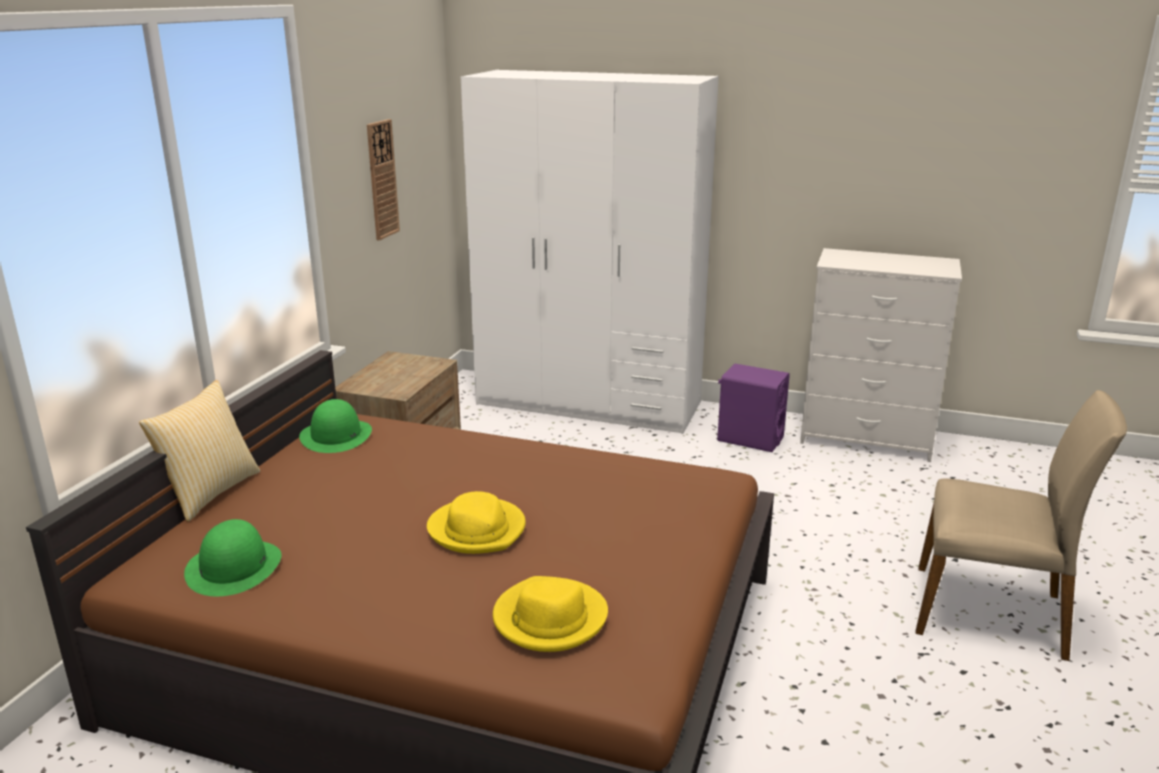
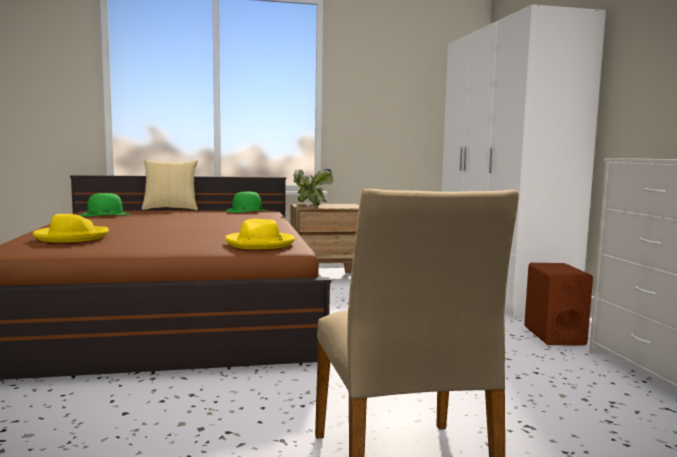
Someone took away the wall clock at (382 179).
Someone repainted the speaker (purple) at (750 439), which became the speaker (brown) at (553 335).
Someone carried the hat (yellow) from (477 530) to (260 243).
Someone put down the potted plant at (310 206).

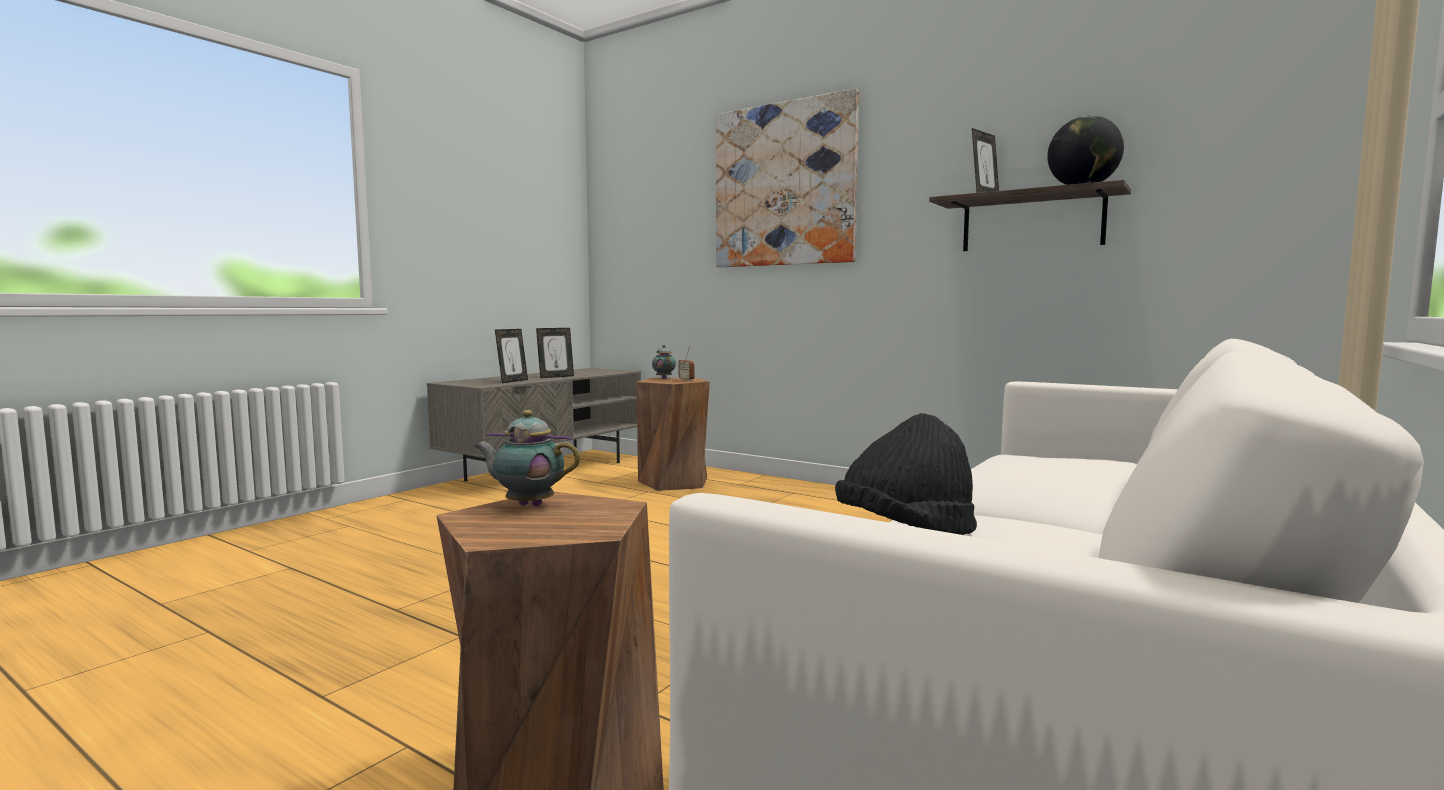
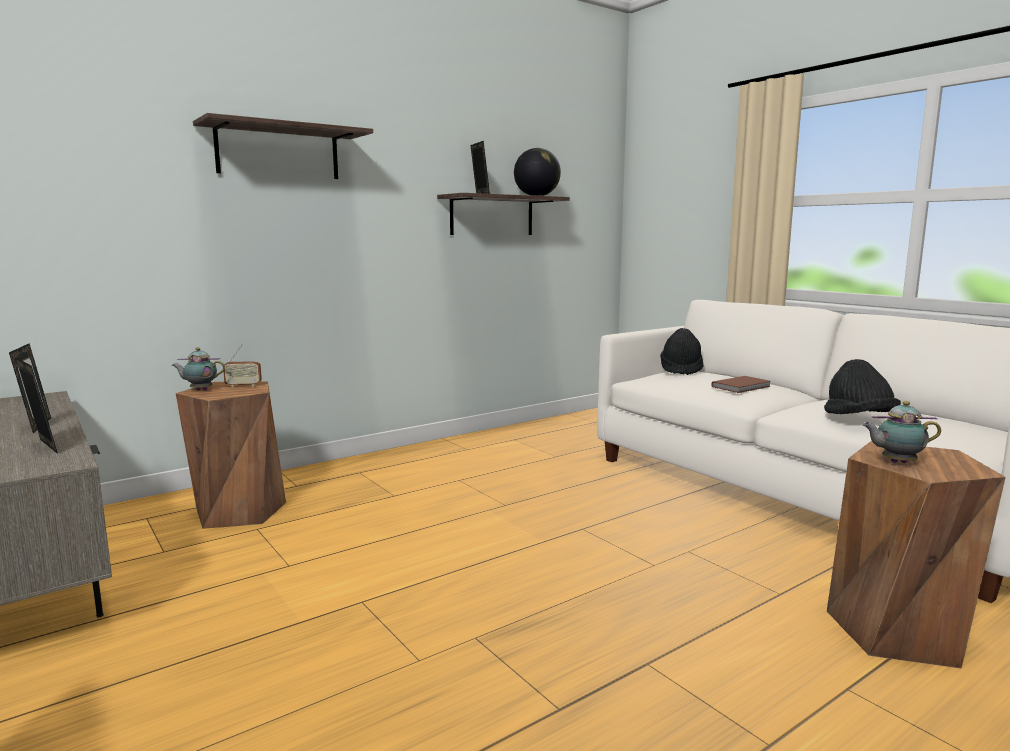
Someone swapped the picture at (784 185) for the shelf at (278 152).
Someone rotated the teapot at (527 505) by 60 degrees clockwise.
Someone put down the hat (black) at (681 370).
Someone put down the book (brown) at (742 387).

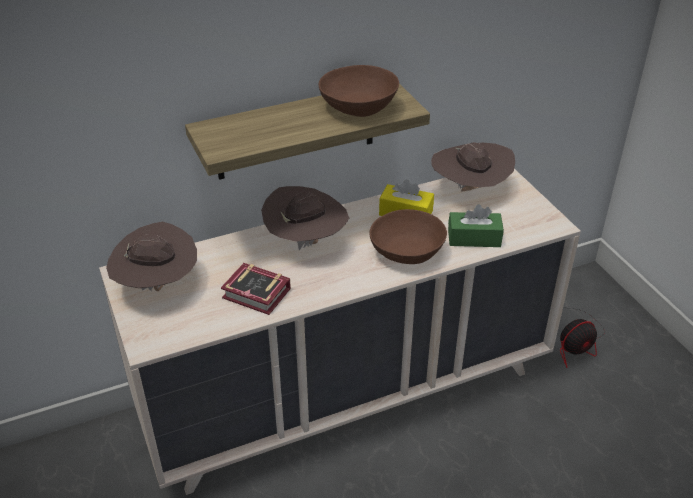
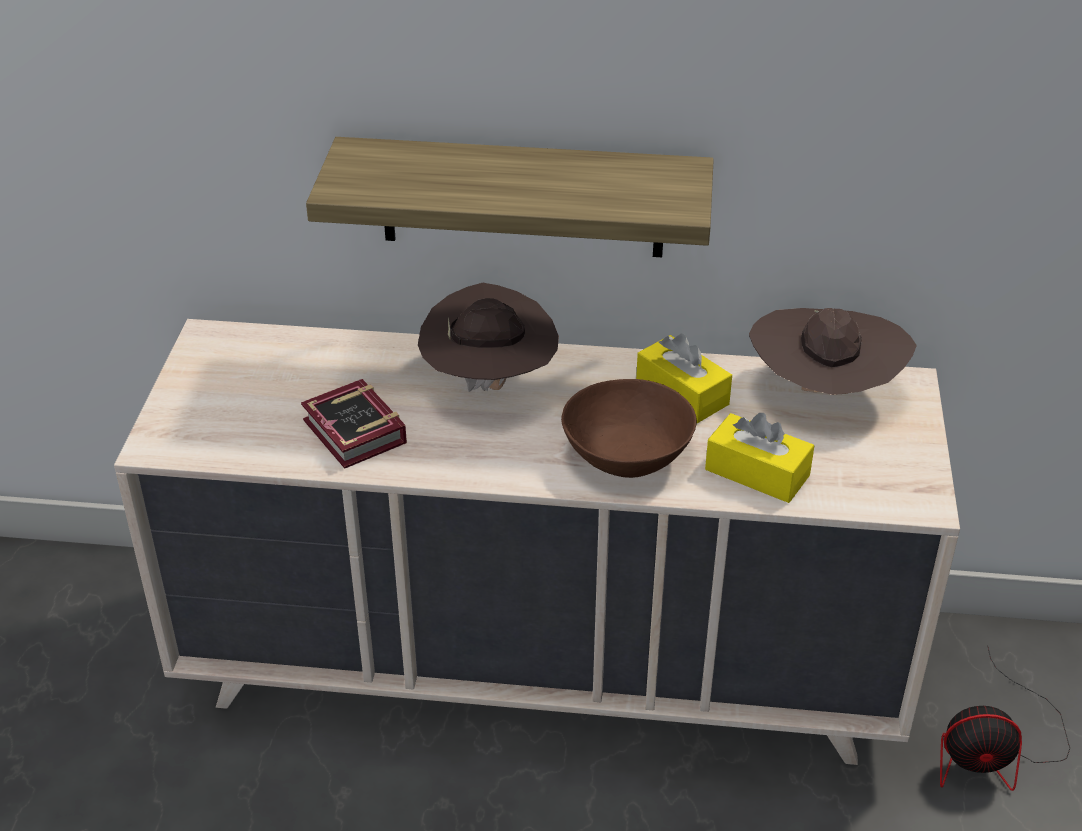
Someone took away the bowl (brown) at (359 107).
Someone repainted the tissue box (green) at (474 238), which became the tissue box (yellow) at (757 472).
Someone took away the hat (brown) at (158 285).

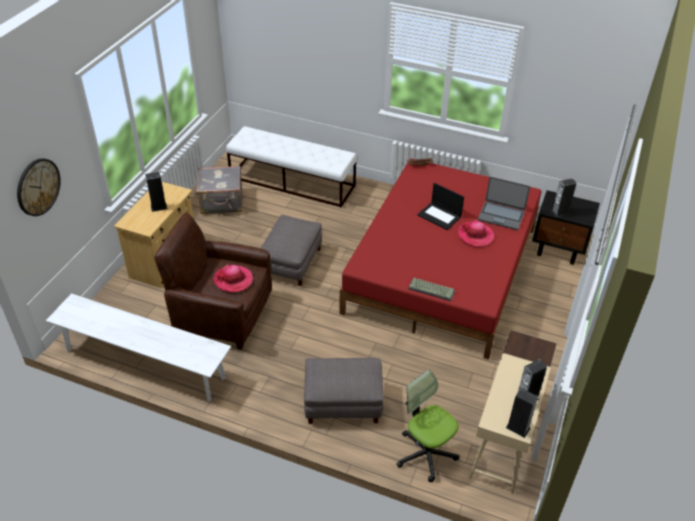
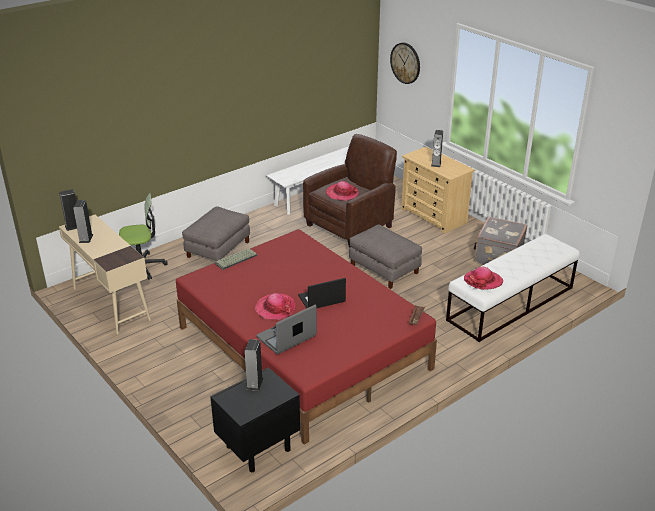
Someone put down the hat at (483 281).

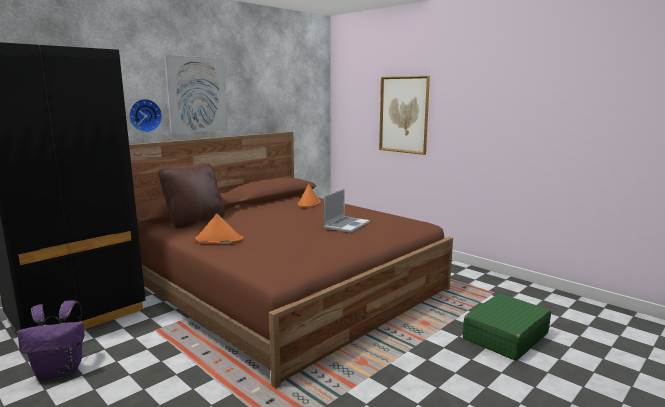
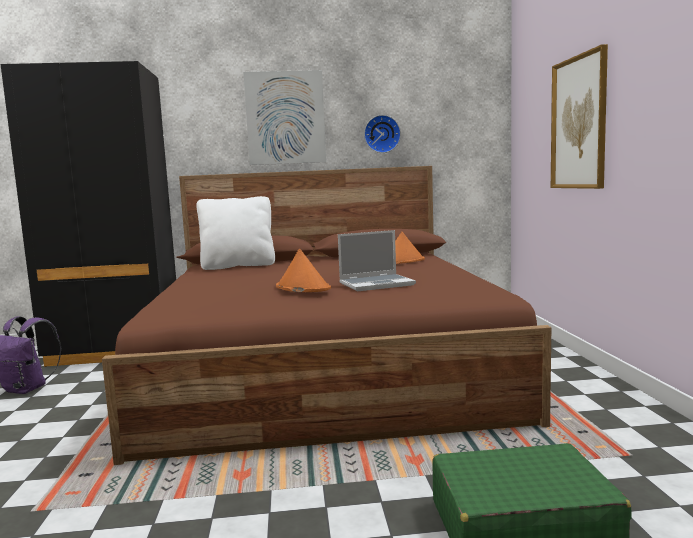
Someone carried the wall clock from (144 115) to (381 134).
Someone repainted the pillow (brown) at (195 221), which became the pillow (white) at (238 266).
Someone carried the hat (orange) from (219 240) to (302 288).

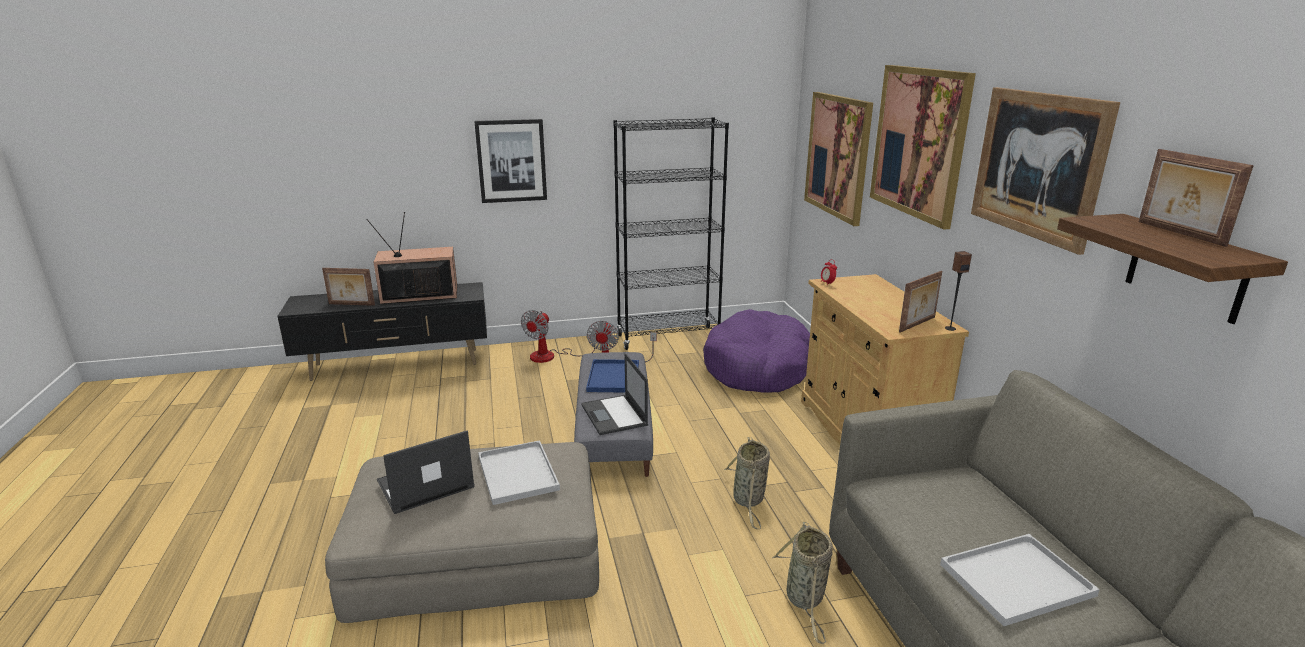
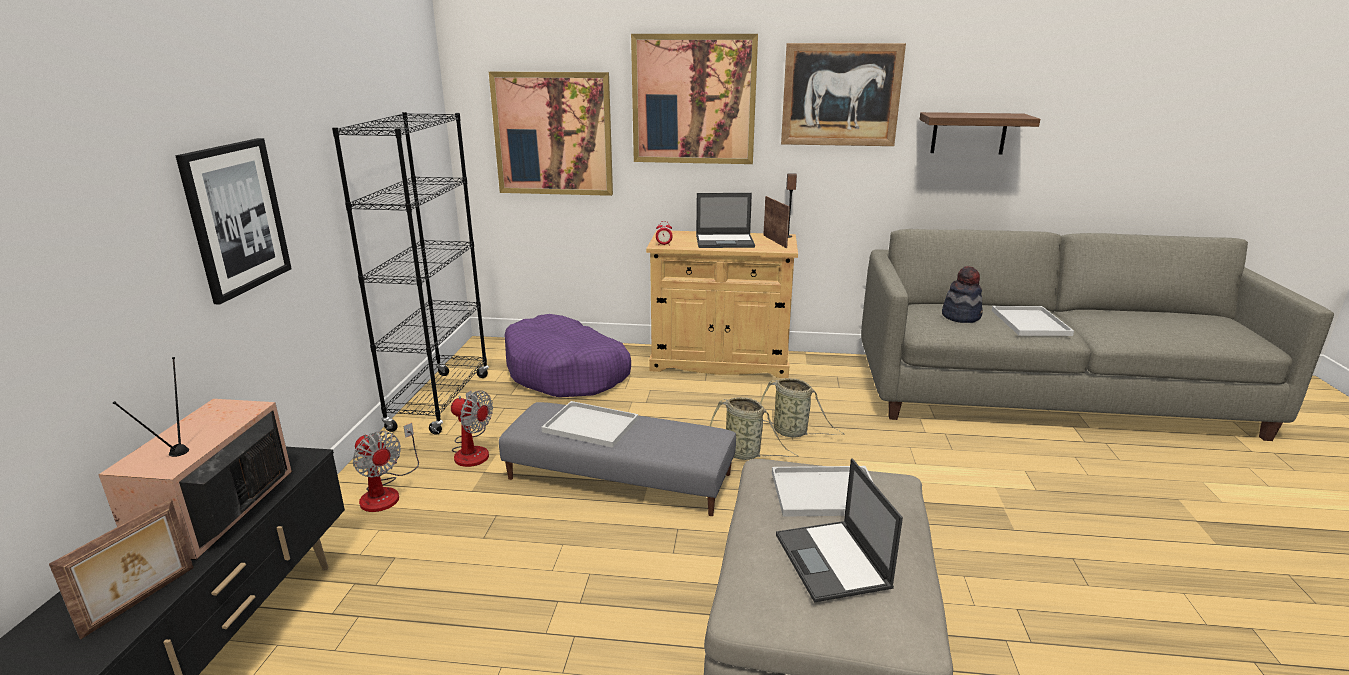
Someone took away the picture frame at (1178 233).
Someone carried the laptop from (614 415) to (725 241).
Someone repainted the tray (blue) at (614 378), which became the tray (white) at (592 425).
Someone carried the basket from (805 599) to (745 454).
Someone put down the hat at (961 316).

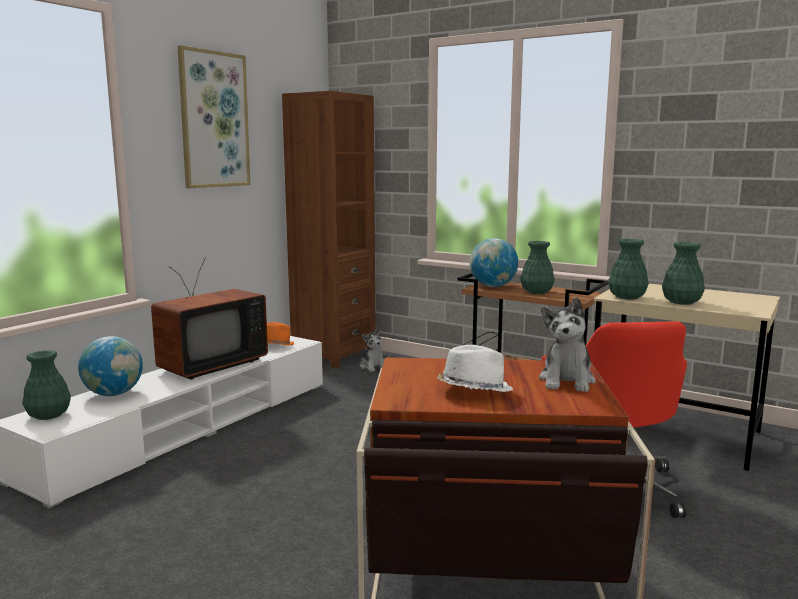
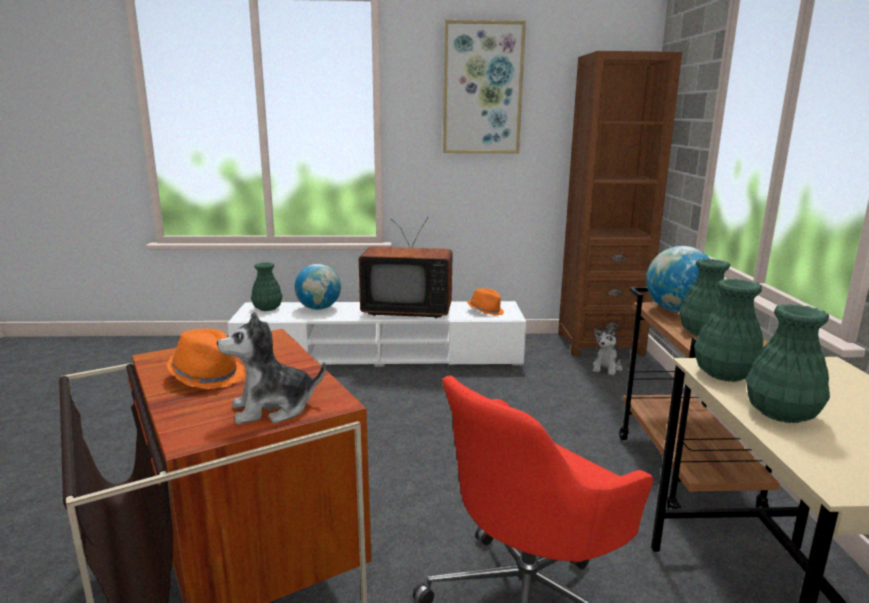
Someone repainted the hat (white) at (473 390), which became the hat (orange) at (207 376).

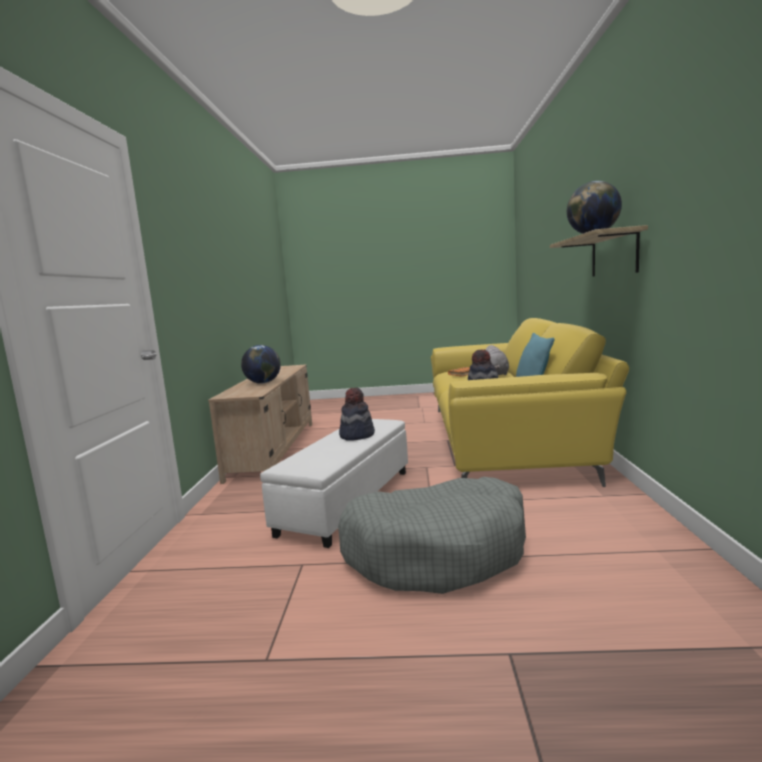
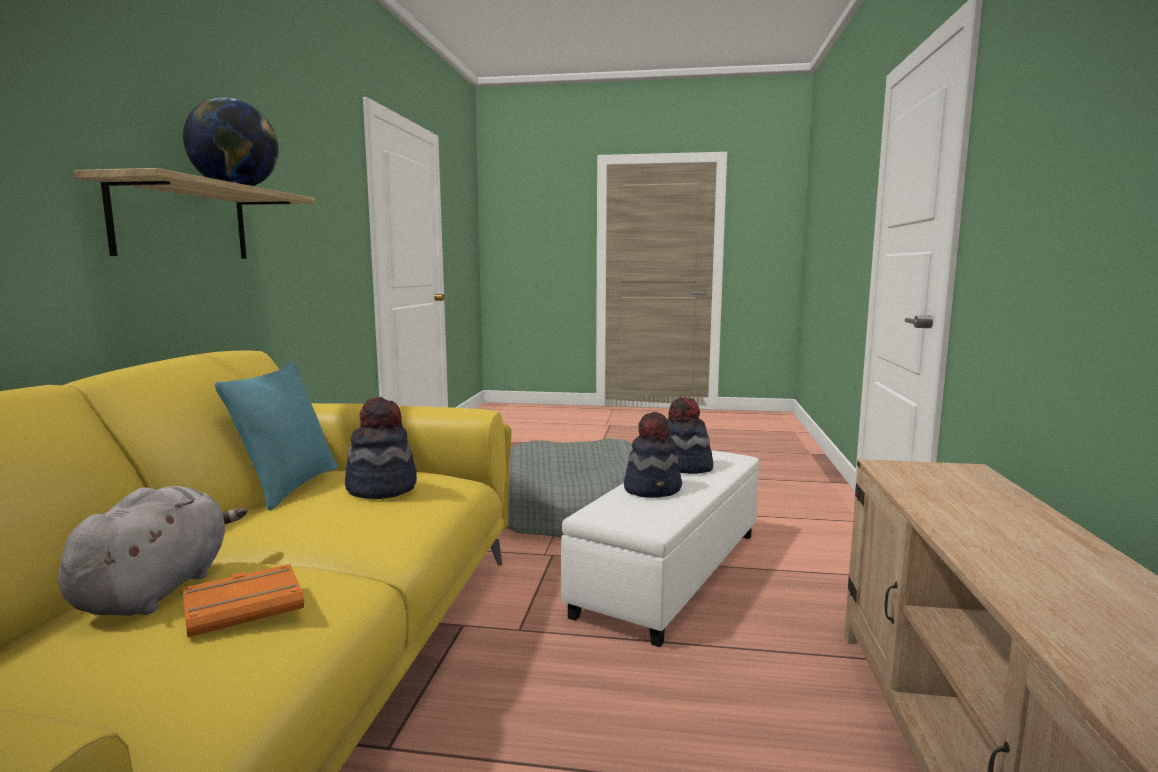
Someone took away the globe at (263 383).
Someone put down the hat at (684 467).

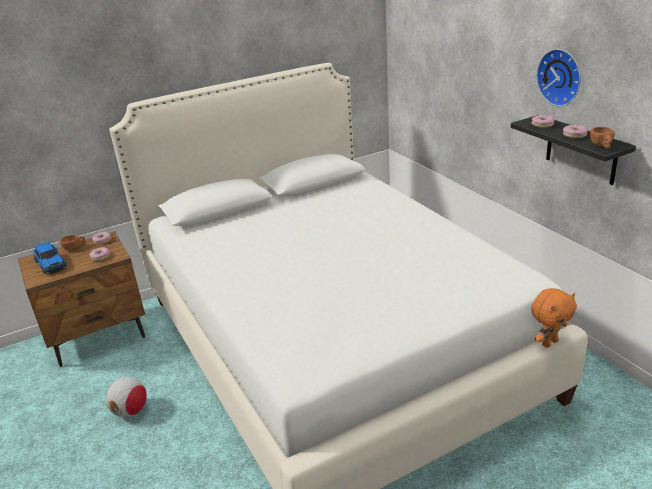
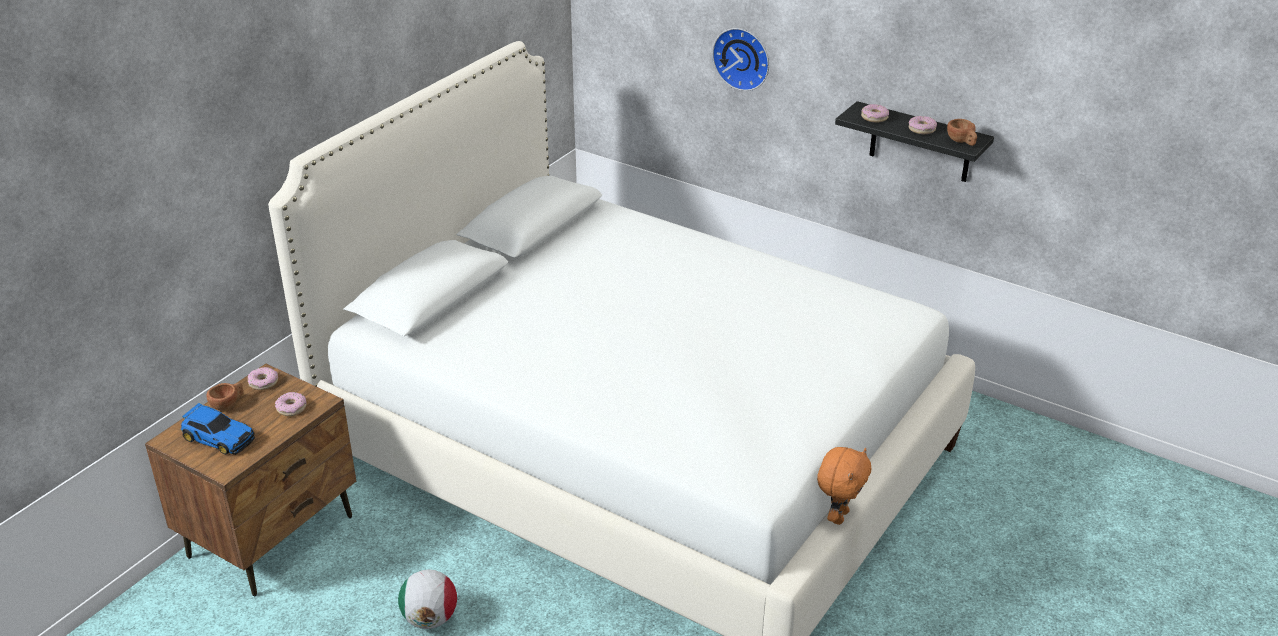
Someone carried the wall clock from (561 77) to (743 57).
Someone carried the plush toy (orange) from (549 342) to (838 516).

